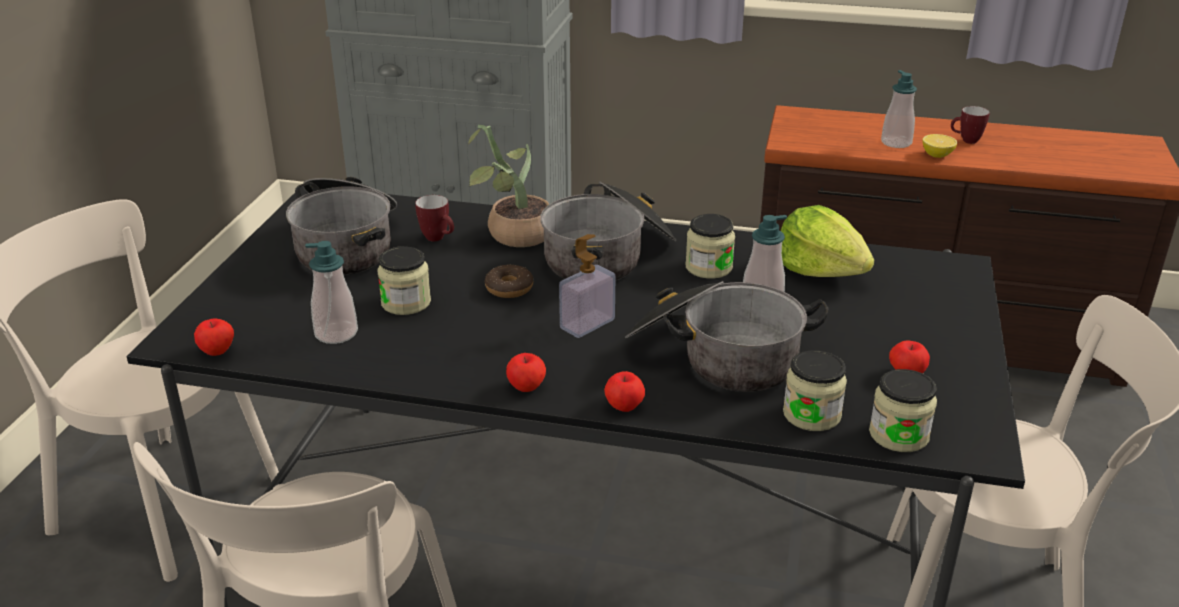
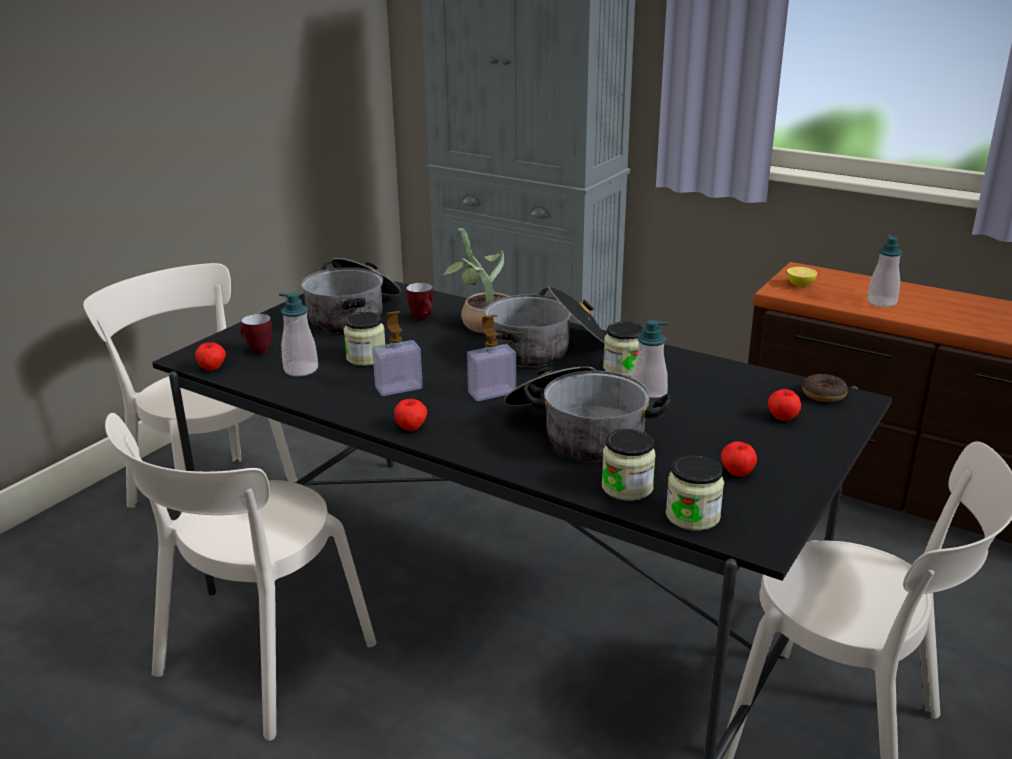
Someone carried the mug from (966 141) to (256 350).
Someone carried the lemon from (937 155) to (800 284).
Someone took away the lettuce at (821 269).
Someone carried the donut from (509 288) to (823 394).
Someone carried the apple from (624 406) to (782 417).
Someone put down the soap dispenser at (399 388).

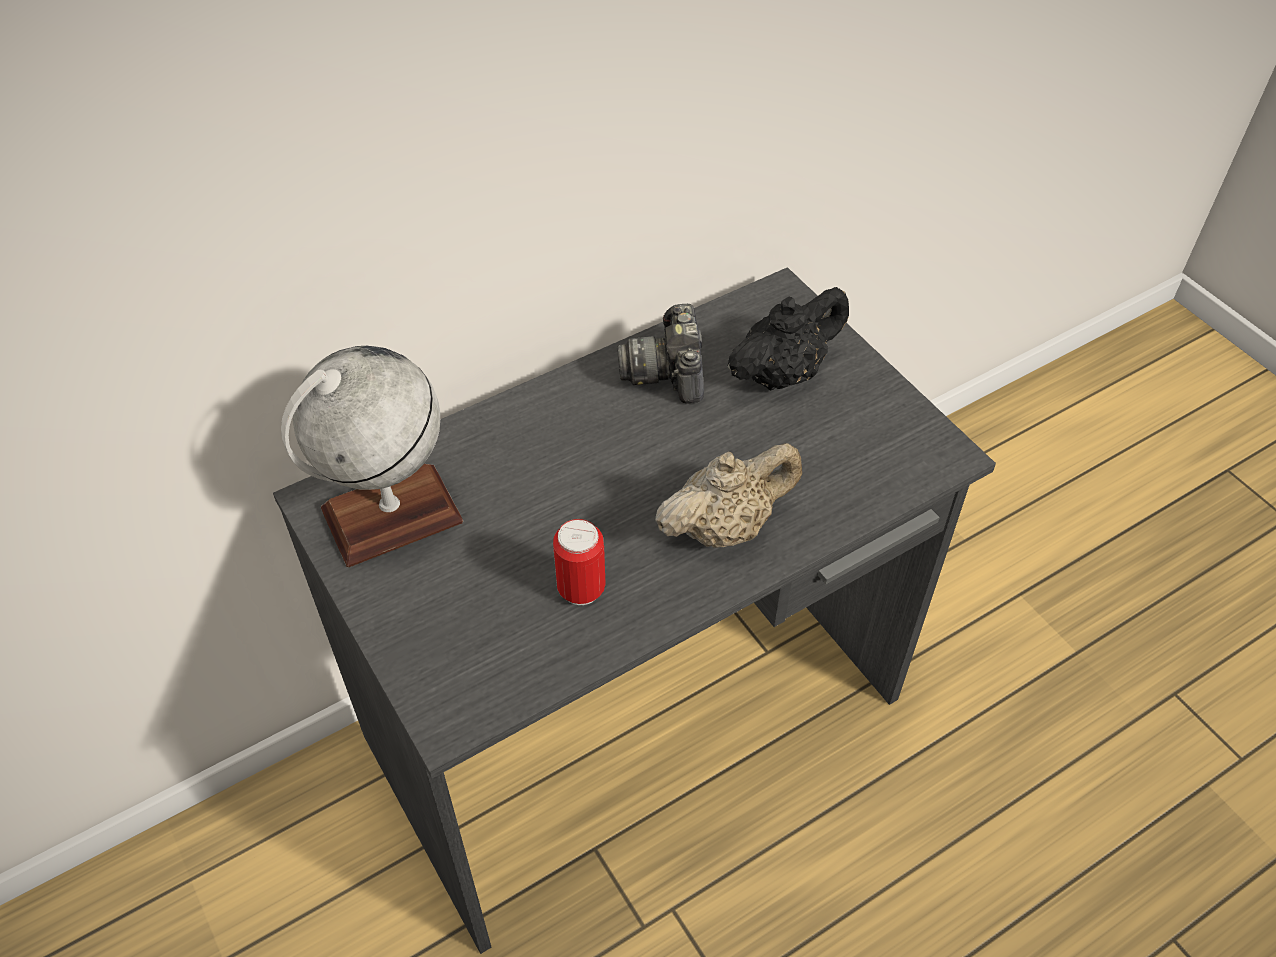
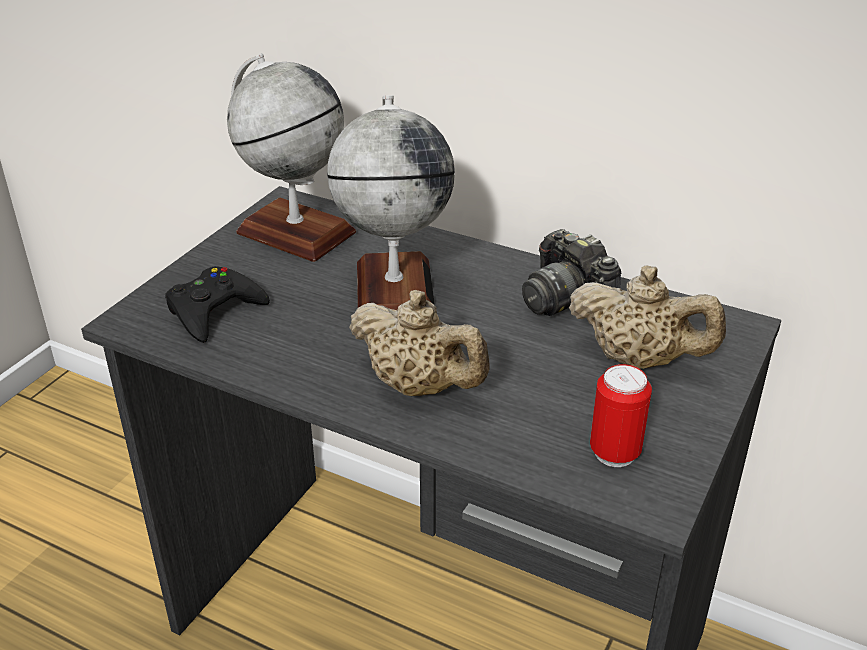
Someone repainted the teapot (black) at (783 373), which became the teapot (beige) at (639 360).
Someone rotated the photo camera at (668 372) by 90 degrees counterclockwise.
Someone carried the can from (581 589) to (614 453).
Someone put down the globe at (394 290).
Someone put down the game controller (black) at (214 311).

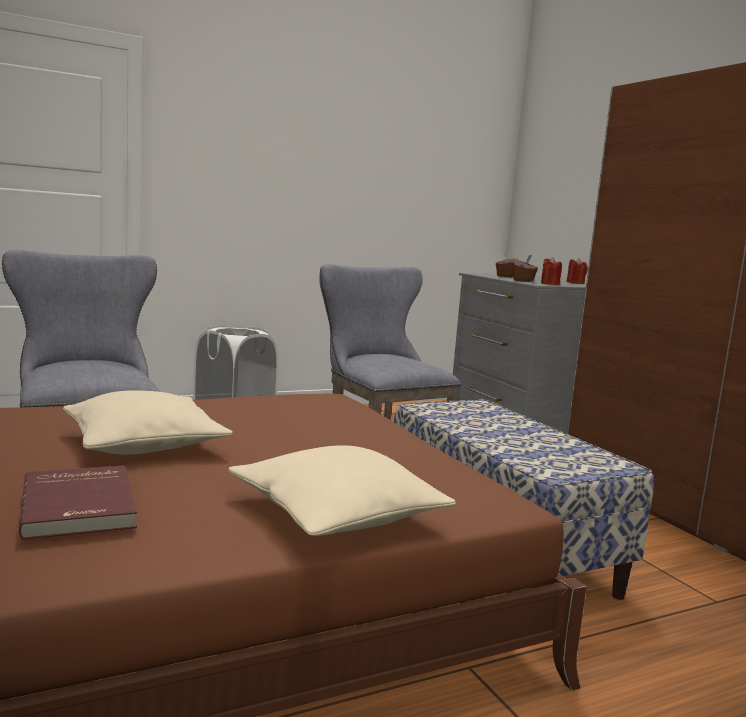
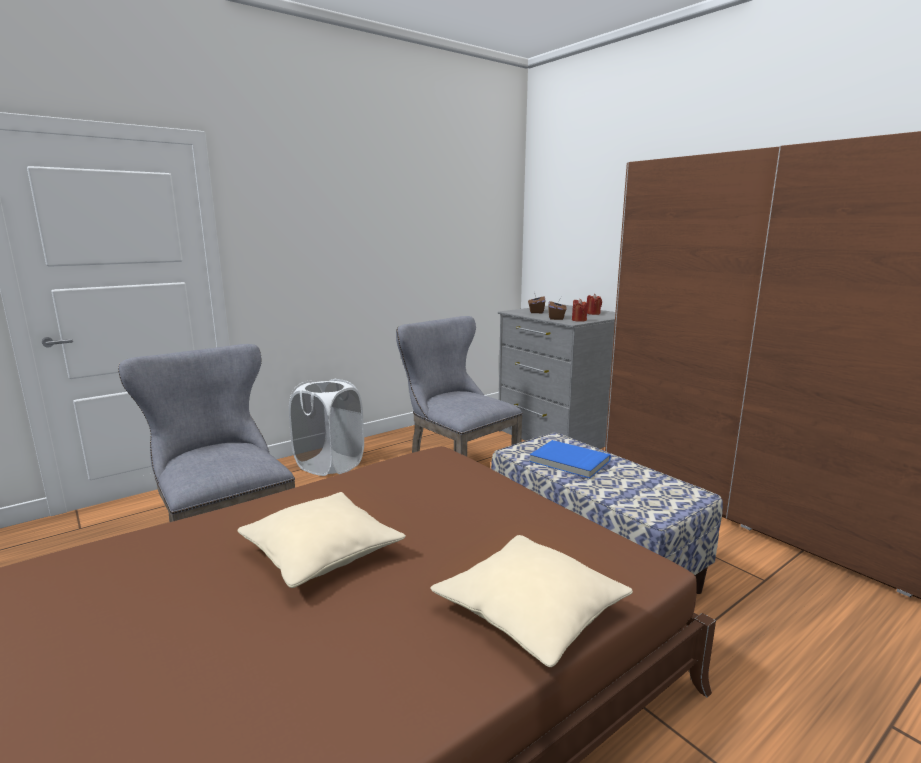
Someone took away the book (red) at (81 505).
Someone put down the book (blue) at (569 462).

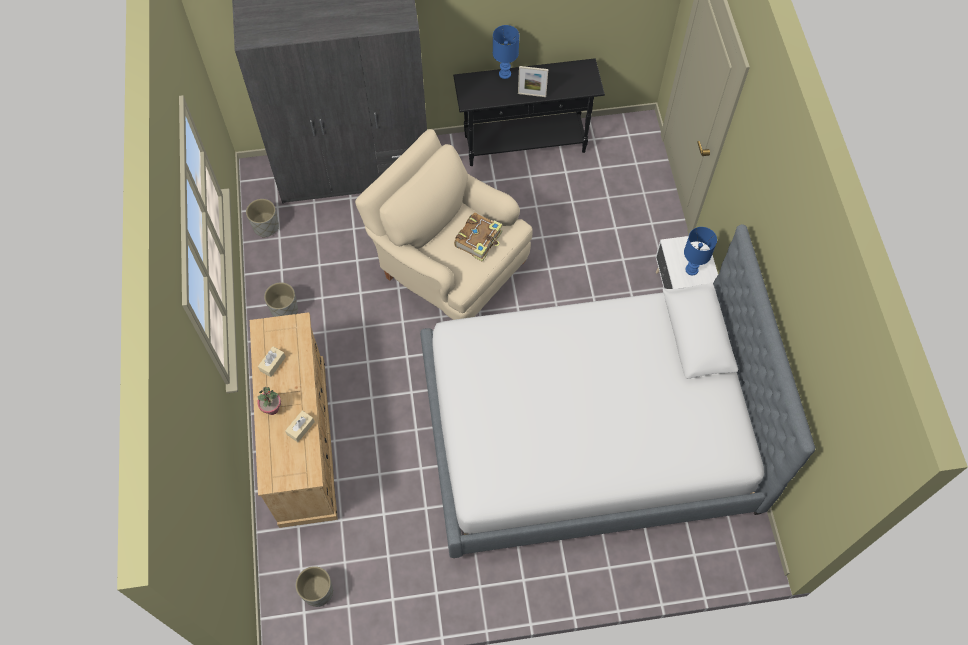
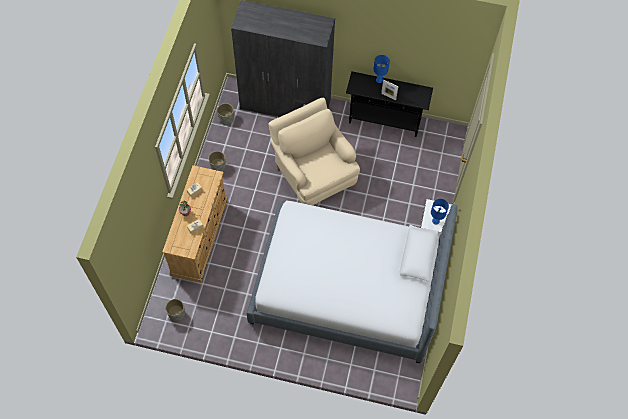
Someone took away the book at (479 240).

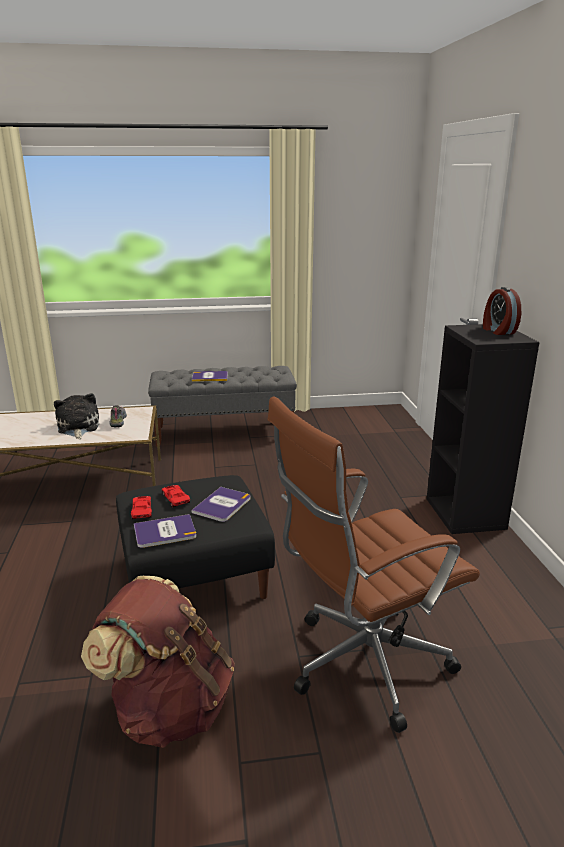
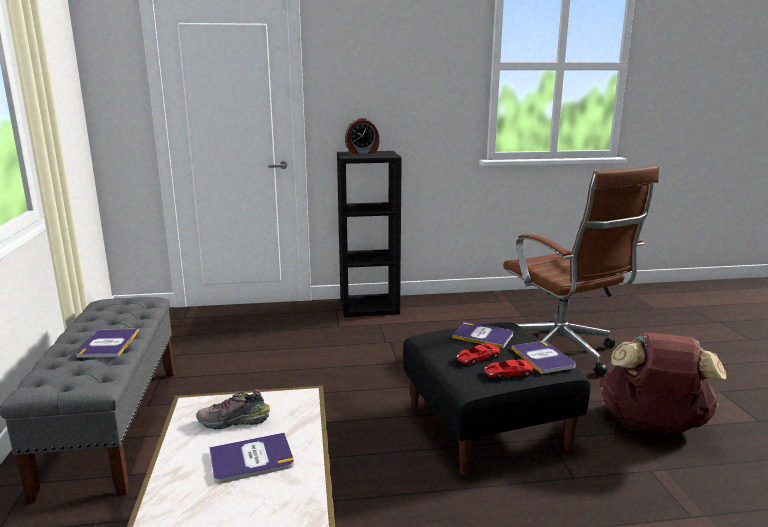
Someone swapped the plush toy at (78 427) for the book at (251 459).

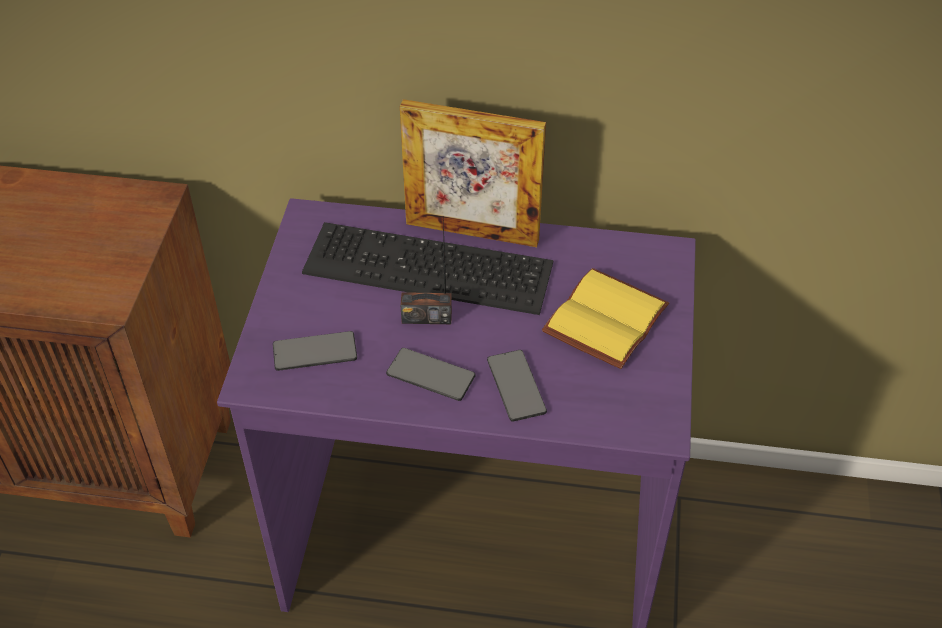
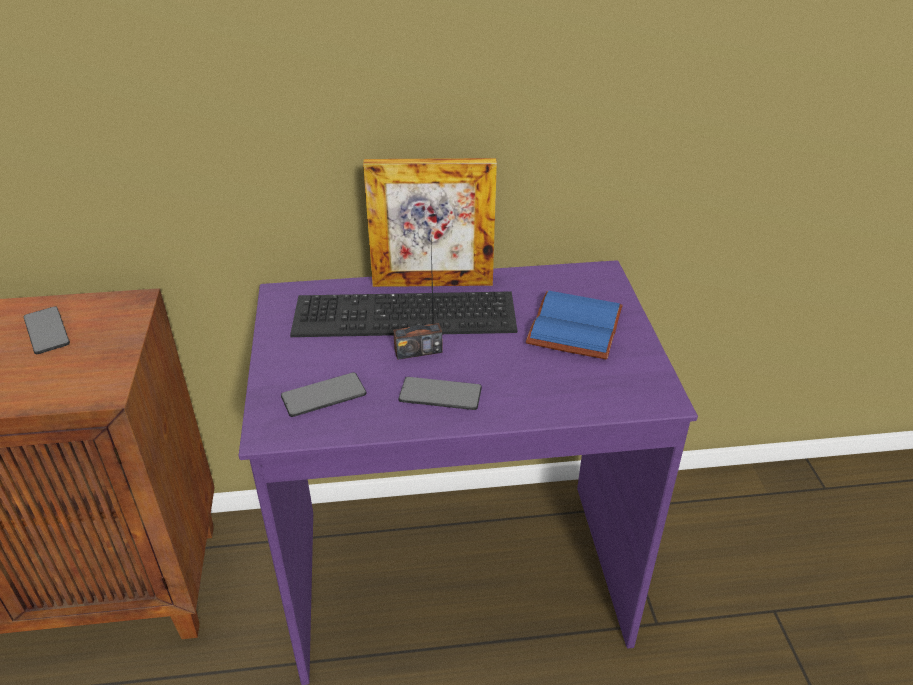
Someone repainted the book (yellow) at (603 317), which became the book (blue) at (572 325).
Someone carried the phone from (516 386) to (47 331).

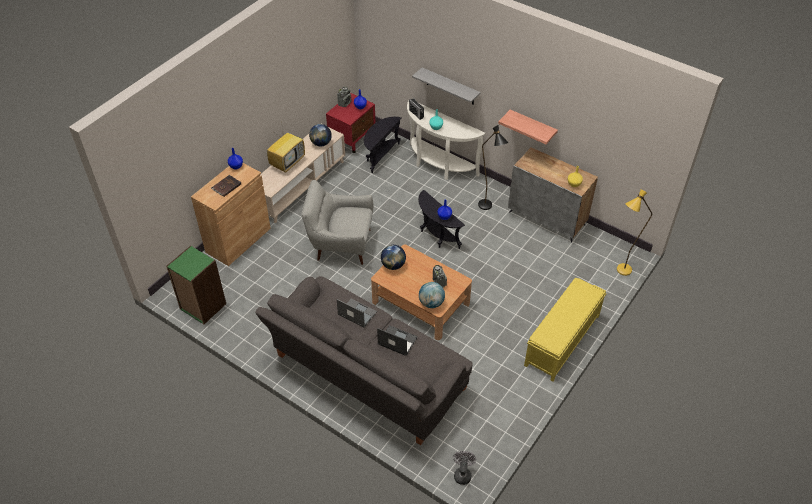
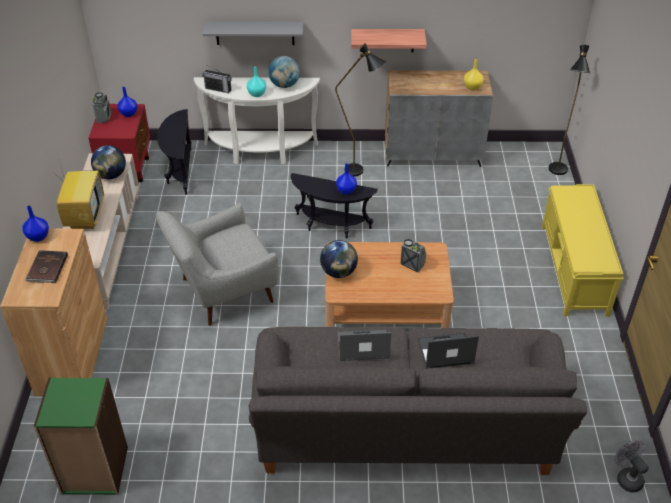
Someone repainted the floor lamp (yellow) at (620 272), which became the floor lamp (black) at (557 173).
Someone carried the globe from (431 303) to (284 85).

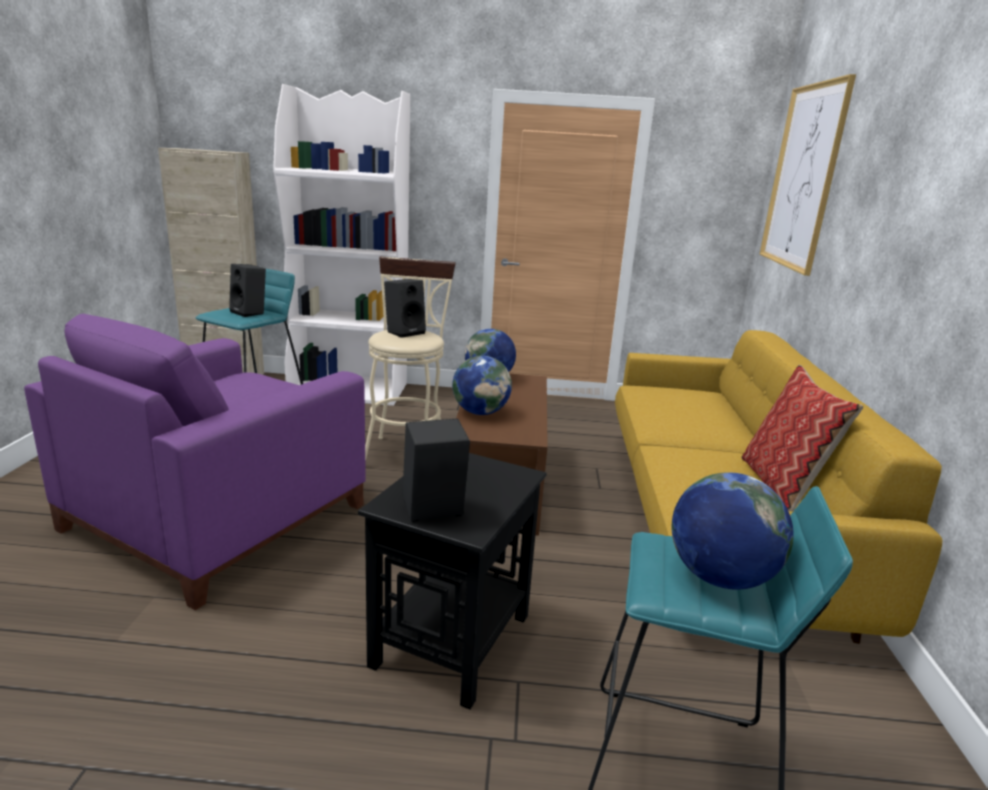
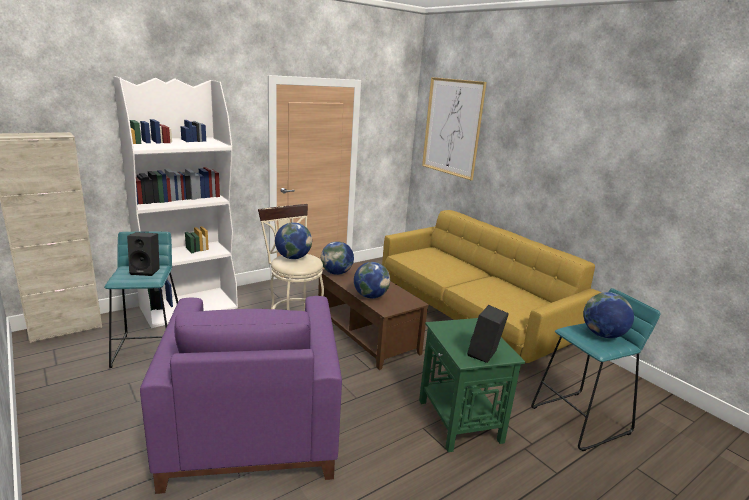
Someone swapped the speaker (black) at (405 332) for the globe at (293 257).
Someone took away the pillow at (782 485).
Someone repainted the side table (black) at (451 641), which became the side table (green) at (460 421).

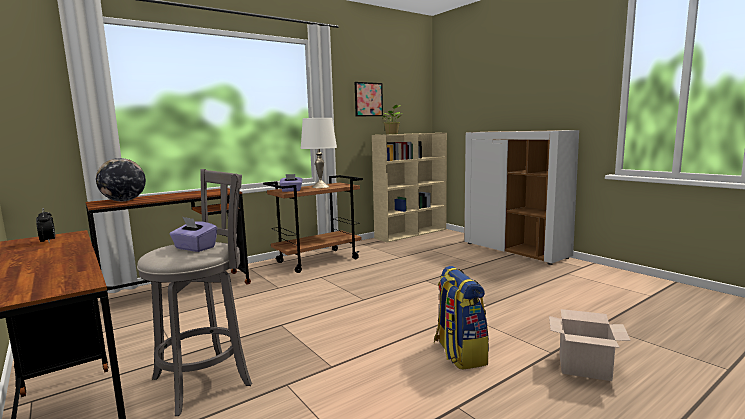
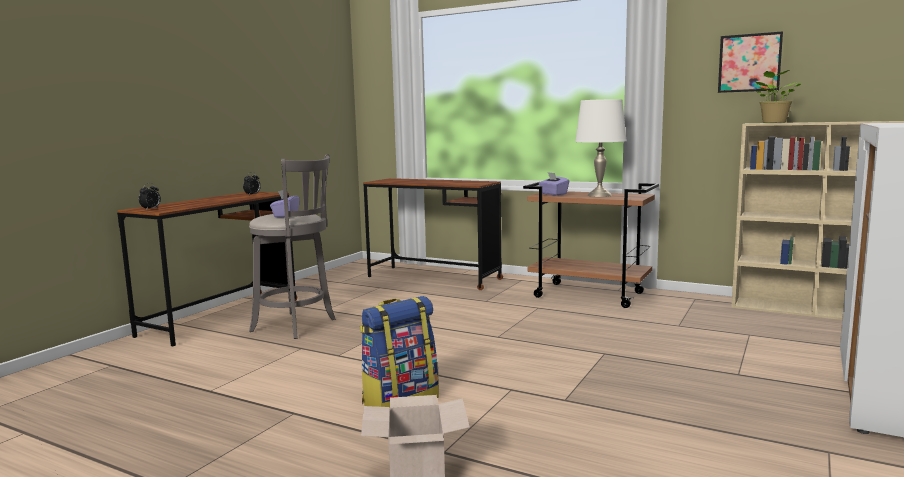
Someone took away the globe at (124 201).
Someone put down the alarm clock at (151 209).

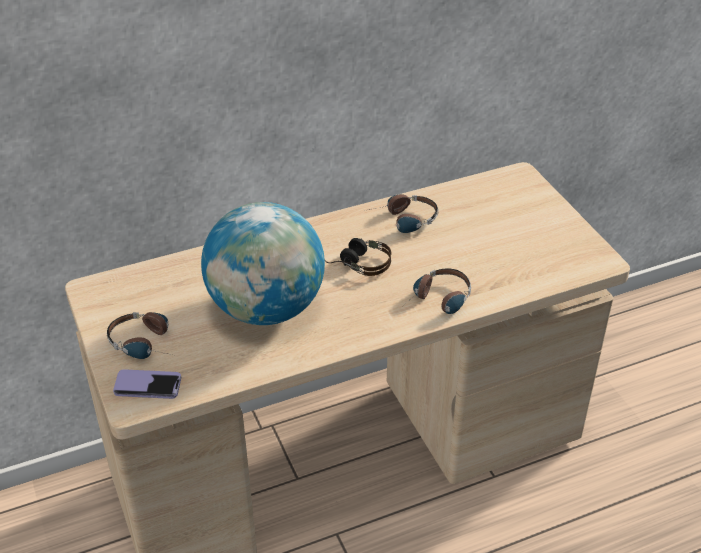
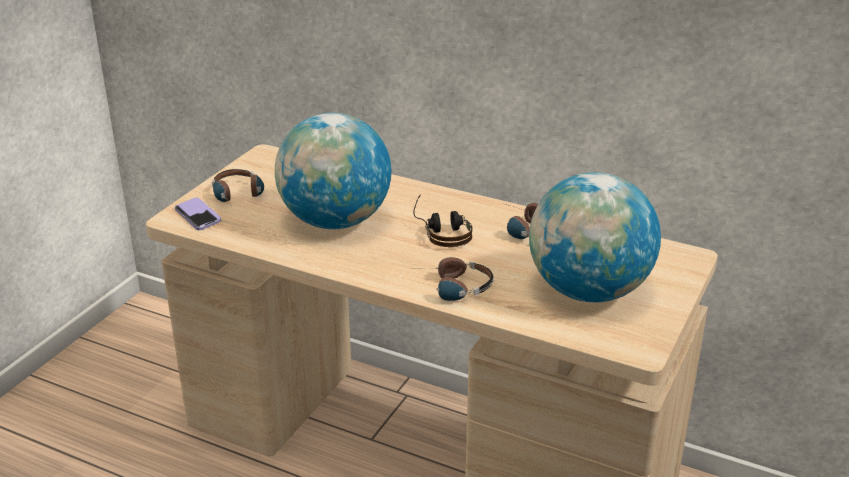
Someone put down the globe at (588 291).

